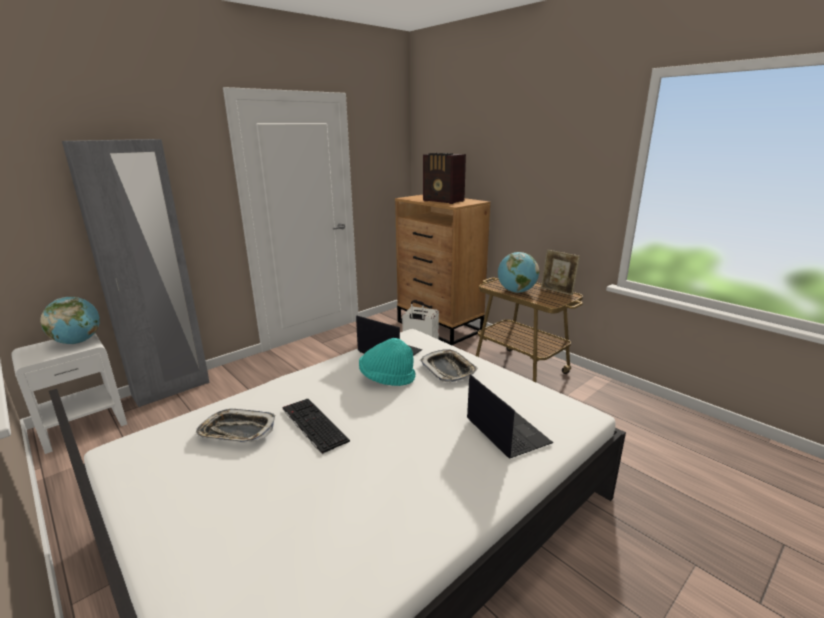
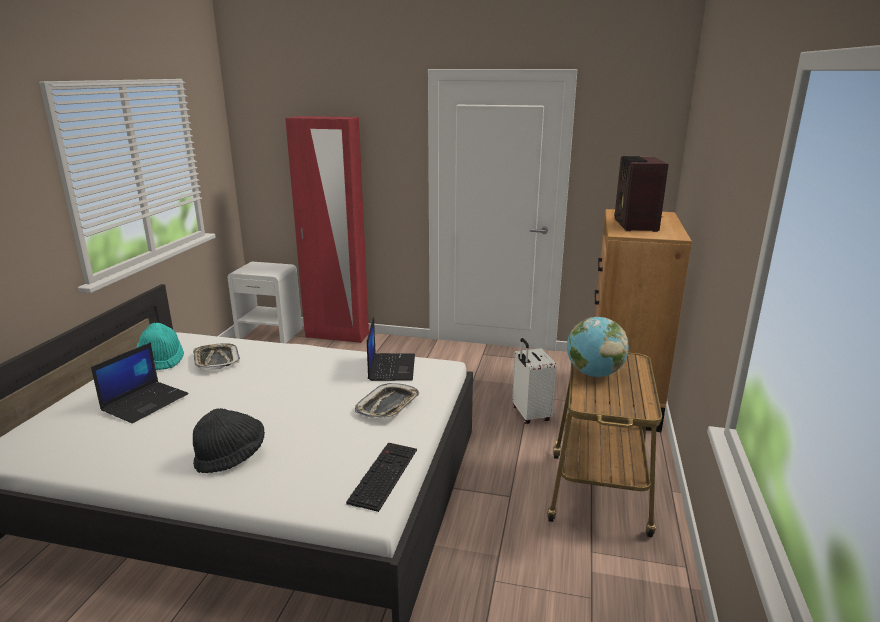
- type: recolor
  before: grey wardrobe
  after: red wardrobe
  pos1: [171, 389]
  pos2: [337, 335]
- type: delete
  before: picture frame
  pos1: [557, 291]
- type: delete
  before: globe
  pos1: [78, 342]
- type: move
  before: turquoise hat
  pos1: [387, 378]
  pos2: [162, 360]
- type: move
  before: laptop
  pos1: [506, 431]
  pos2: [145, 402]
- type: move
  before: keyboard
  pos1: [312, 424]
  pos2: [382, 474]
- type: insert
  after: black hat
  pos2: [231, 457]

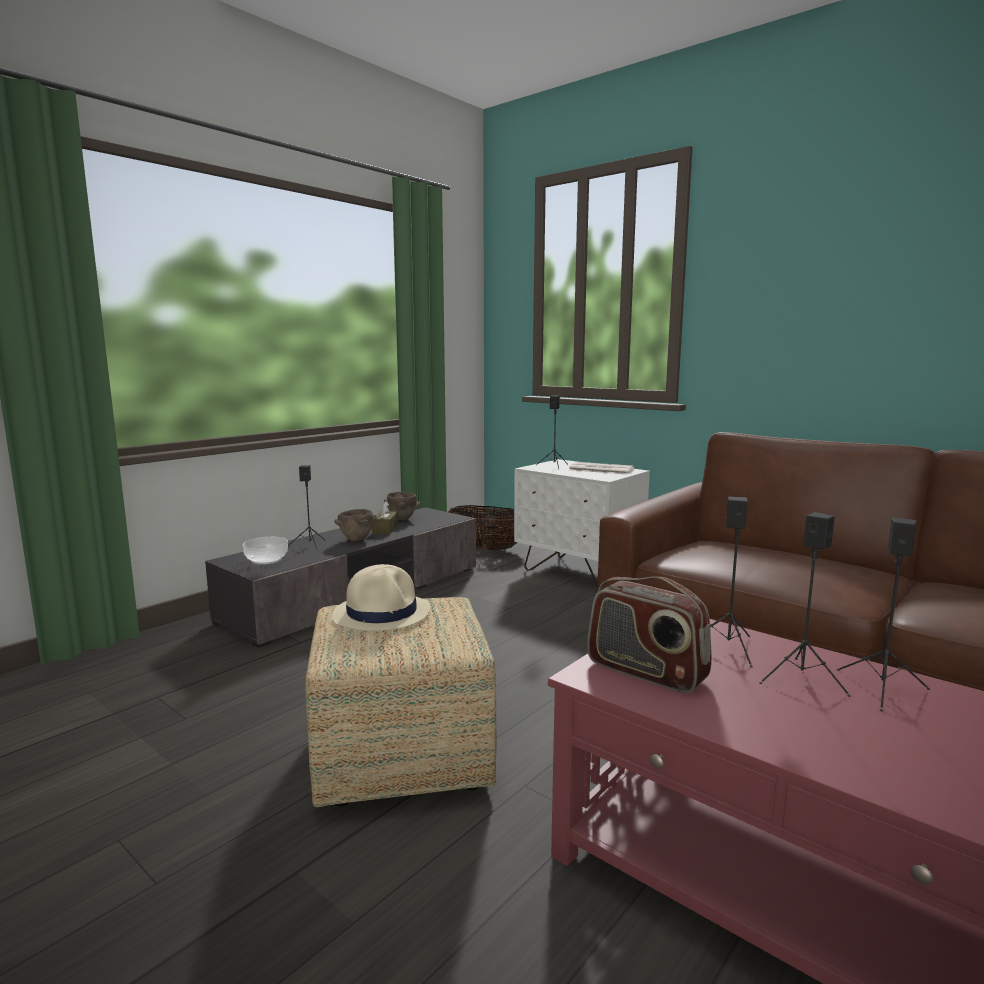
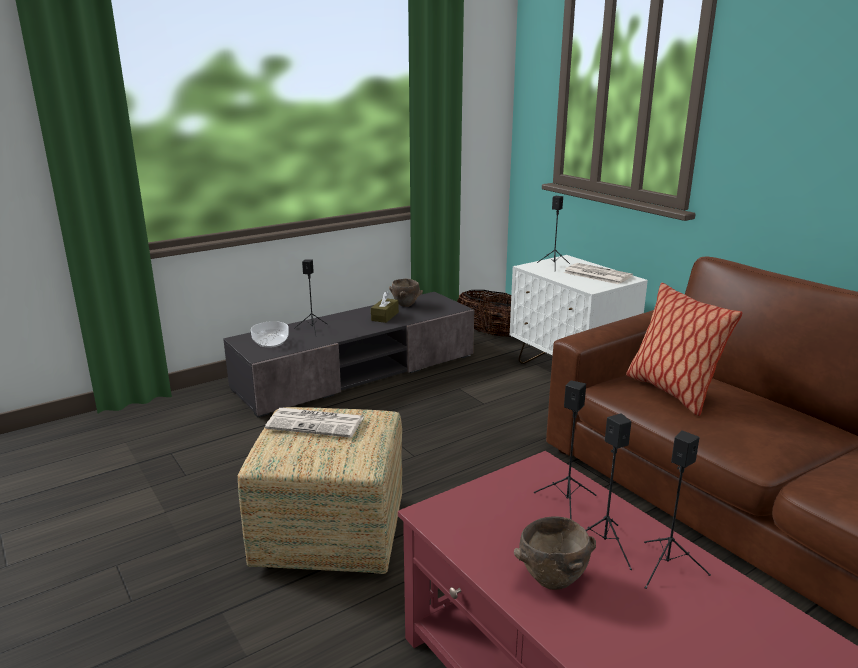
- type: move
  before: brown bowl
  pos1: [357, 540]
  pos2: [553, 580]
- type: replace
  before: beige hat
  after: newspaper
  pos1: [383, 613]
  pos2: [317, 423]
- type: delete
  before: radio
  pos1: [645, 672]
- type: insert
  after: pillow
  pos2: [671, 392]

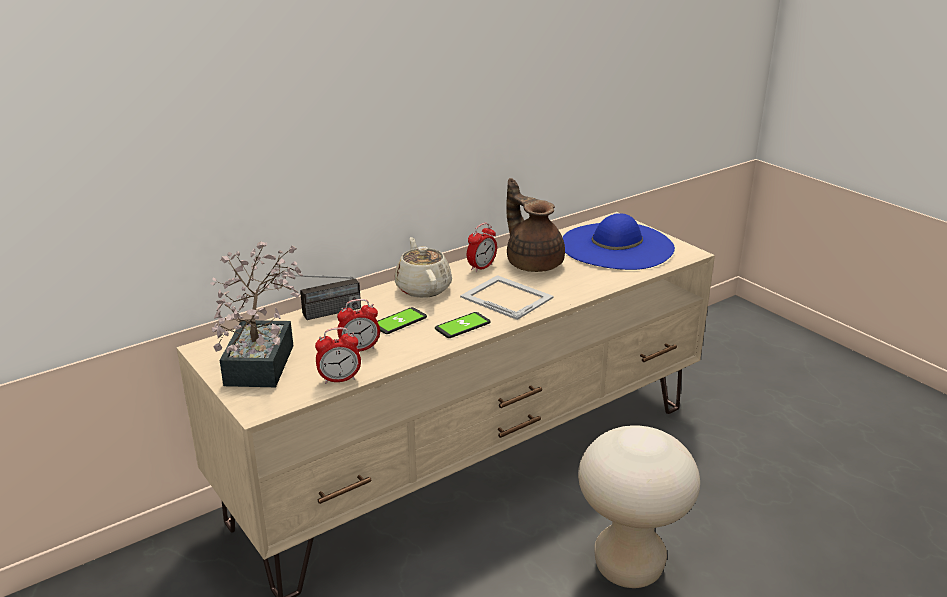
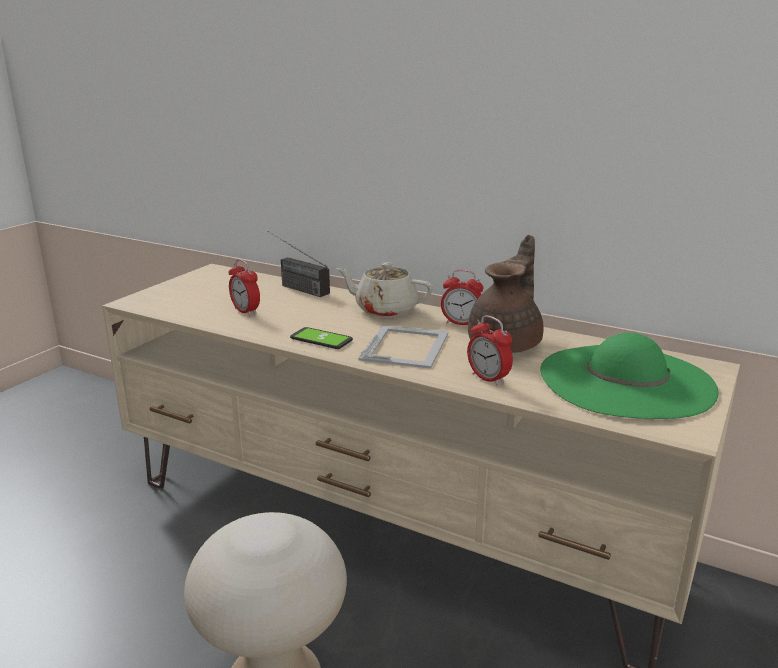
- type: recolor
  before: blue hat
  after: green hat
  pos1: [617, 246]
  pos2: [626, 380]
- type: rotate
  before: beige teapot
  pos1: [423, 288]
  pos2: [385, 310]
  turn: -120
- type: delete
  before: potted plant
  pos1: [263, 359]
- type: delete
  before: phone
  pos1: [399, 322]
- type: move
  before: alarm clock
  pos1: [339, 379]
  pos2: [488, 378]

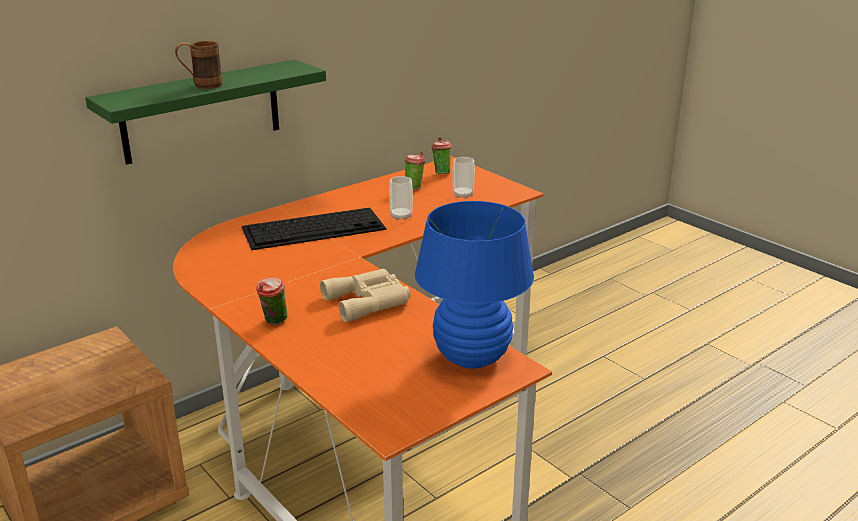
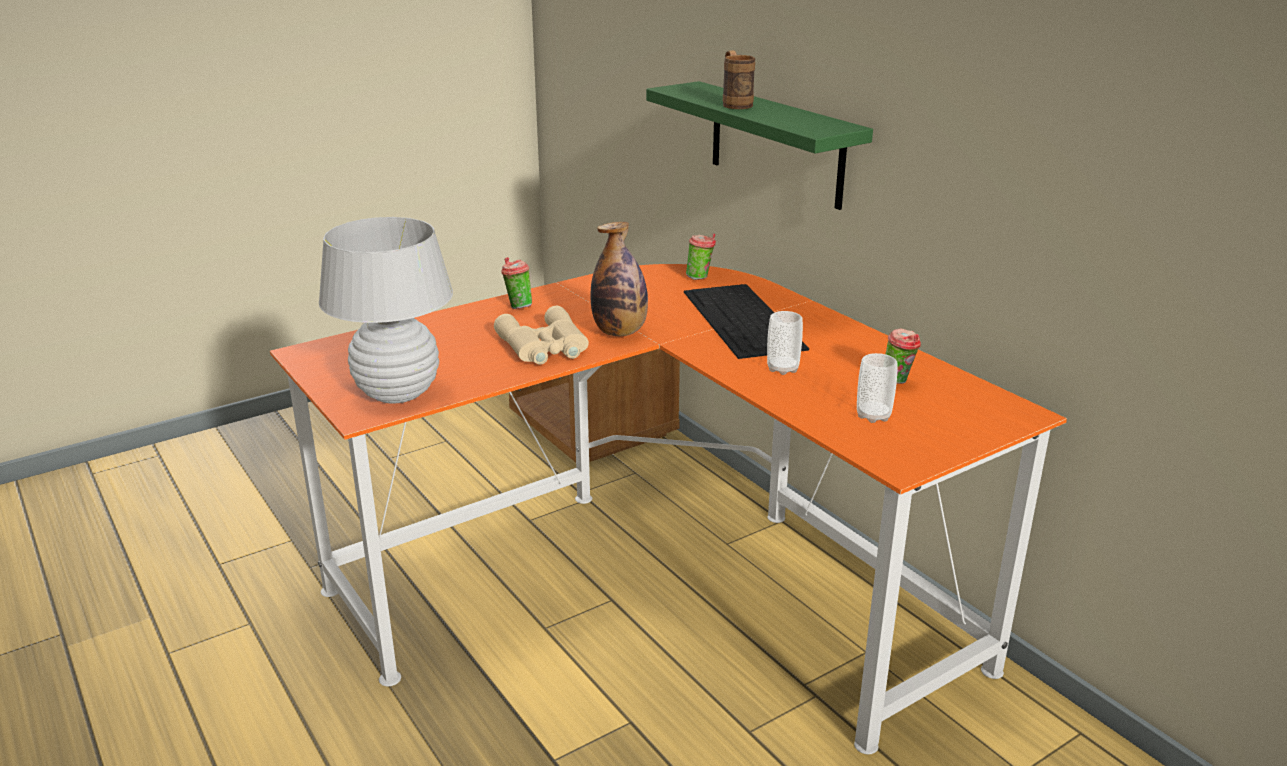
- type: move
  before: cup
  pos1: [441, 172]
  pos2: [700, 277]
- type: recolor
  before: blue table lamp
  after: white table lamp
  pos1: [472, 357]
  pos2: [397, 393]
- type: insert
  after: bottle
  pos2: [620, 332]

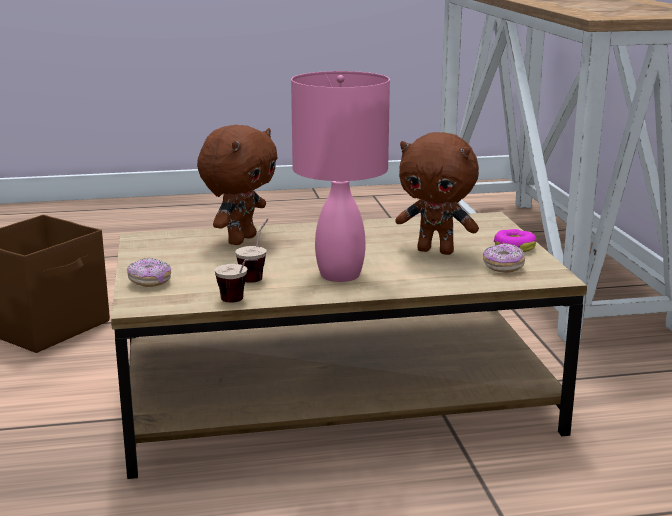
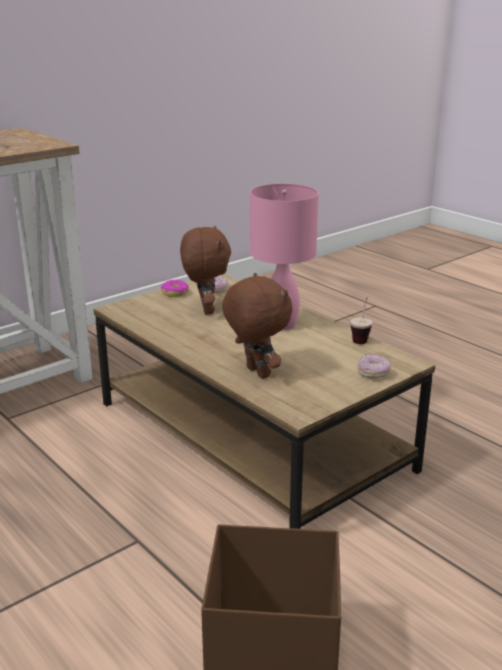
- type: rotate
  before: brown plush toy
  pos1: [240, 240]
  pos2: [256, 373]
  turn: 60
- type: delete
  before: cup
  pos1: [257, 275]

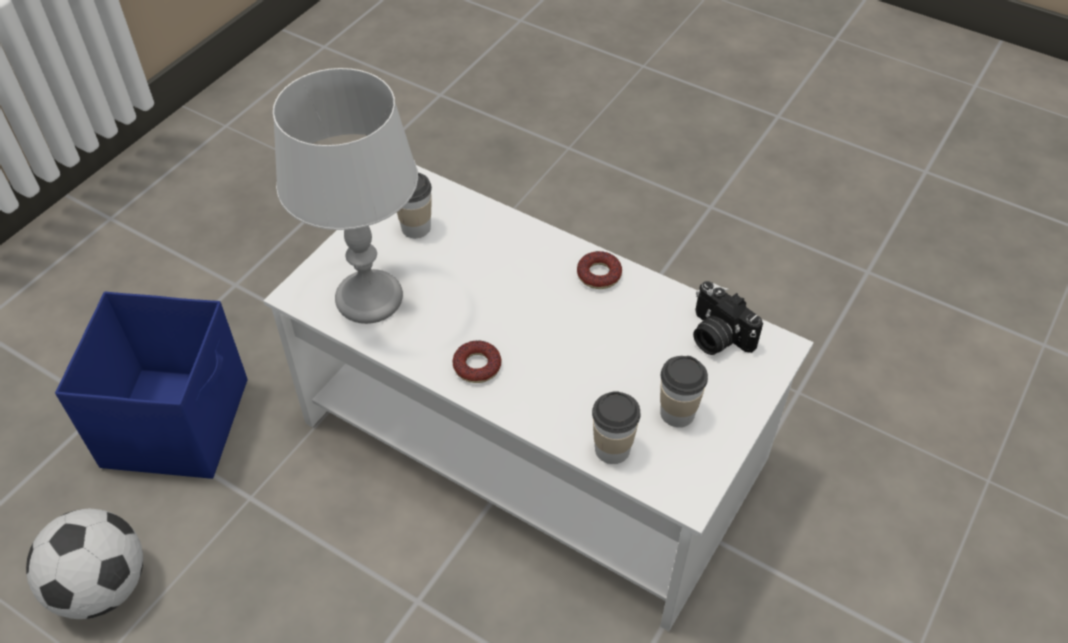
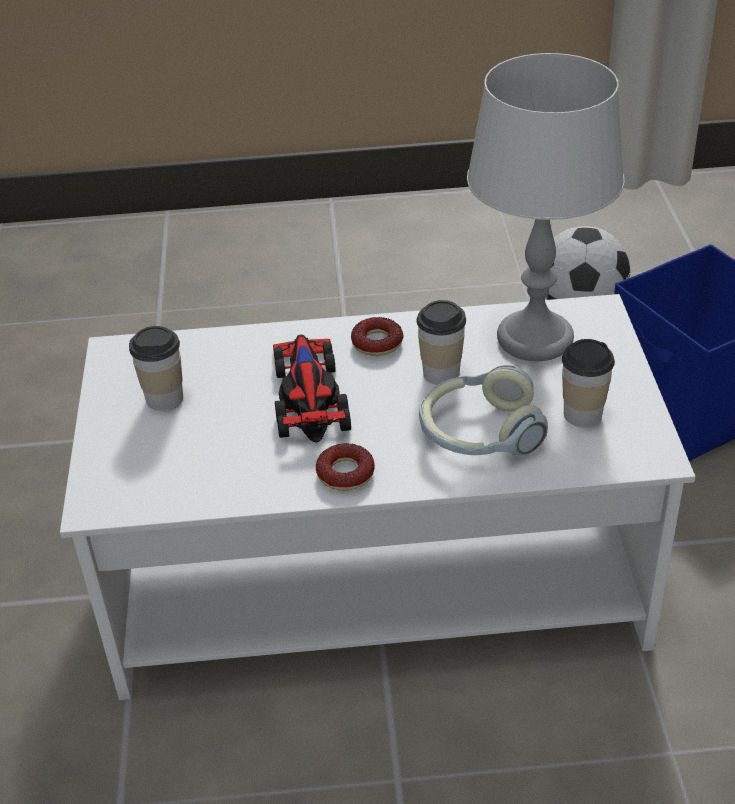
- type: delete
  before: photo camera
  pos1: [716, 336]
- type: move
  before: cup
  pos1: [612, 449]
  pos2: [441, 373]
- type: insert
  after: toy car
  pos2: [308, 392]
- type: insert
  after: headphones
  pos2: [479, 433]

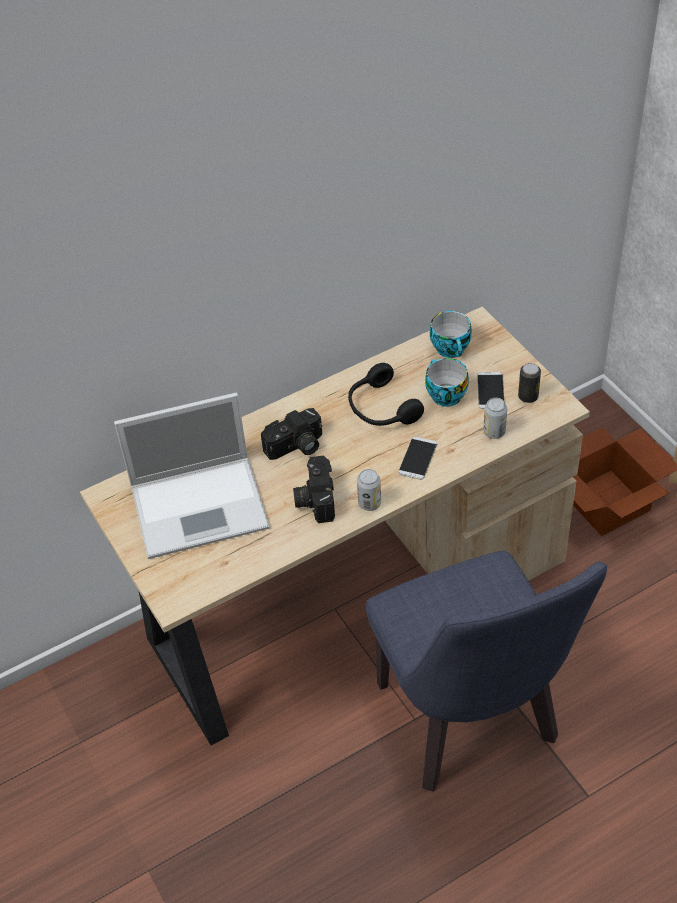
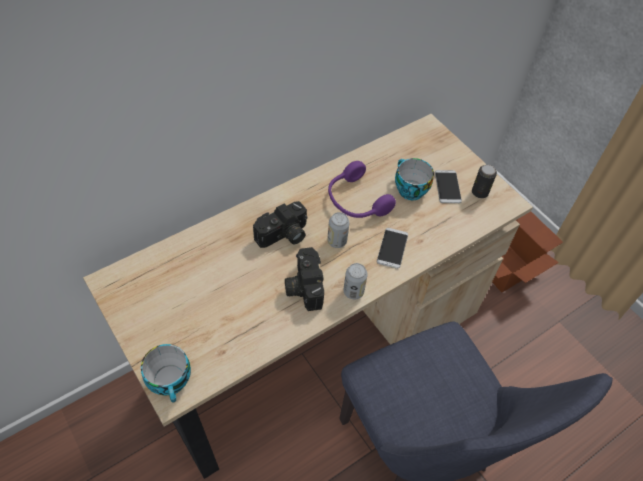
- type: move
  before: cup
  pos1: [452, 349]
  pos2: [171, 382]
- type: recolor
  before: black headphones
  after: purple headphones
  pos1: [381, 408]
  pos2: [355, 201]
- type: delete
  before: laptop
  pos1: [202, 505]
- type: move
  before: can
  pos1: [494, 432]
  pos2: [337, 241]

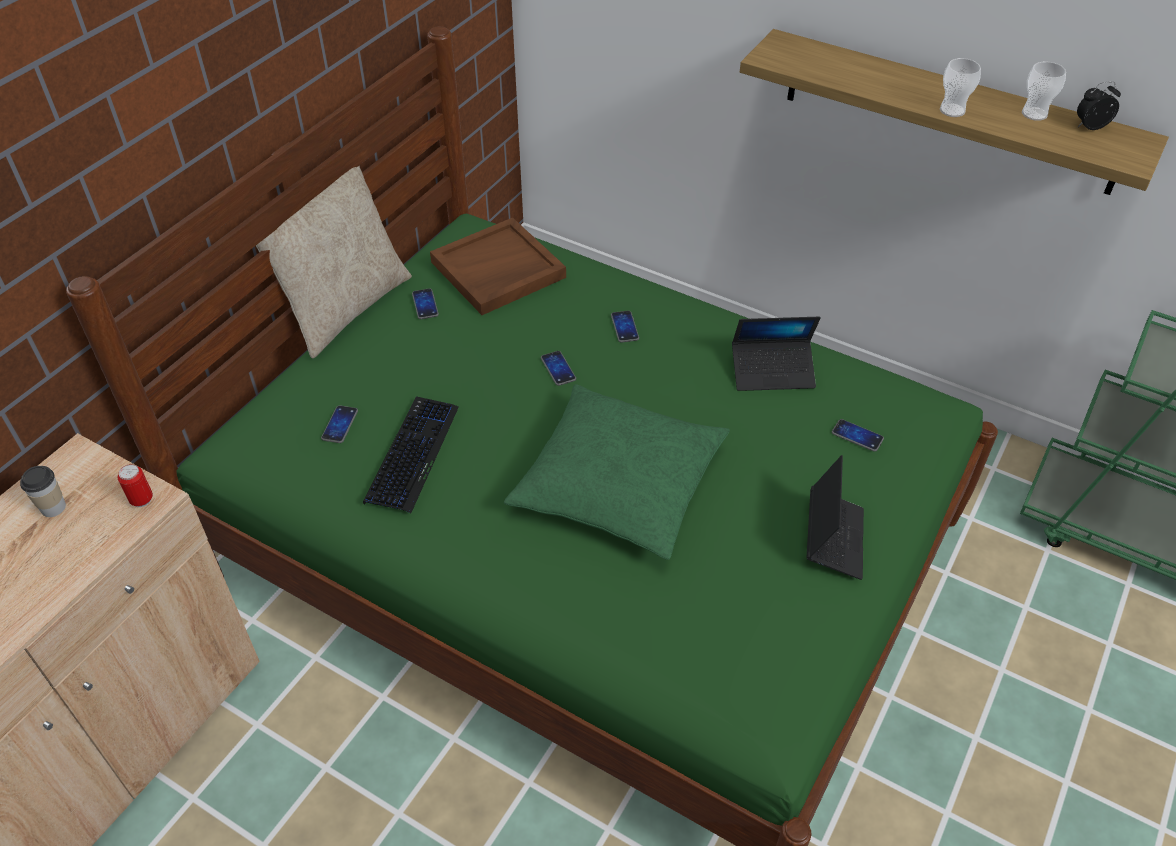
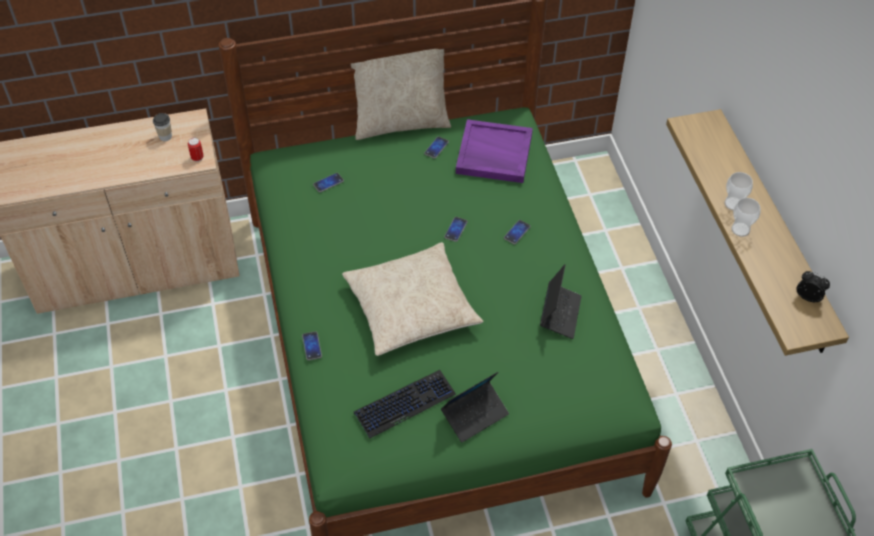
- type: move
  before: cup
  pos1: [1034, 114]
  pos2: [733, 204]
- type: recolor
  before: brown tray
  after: purple tray
  pos1: [497, 270]
  pos2: [493, 154]
- type: rotate
  before: laptop
  pos1: [772, 372]
  pos2: [560, 314]
  turn: -120
- type: recolor
  before: green pillow
  after: beige pillow
  pos1: [618, 484]
  pos2: [411, 307]
- type: move
  before: keyboard
  pos1: [412, 454]
  pos2: [405, 404]
- type: move
  before: phone
  pos1: [857, 436]
  pos2: [312, 346]

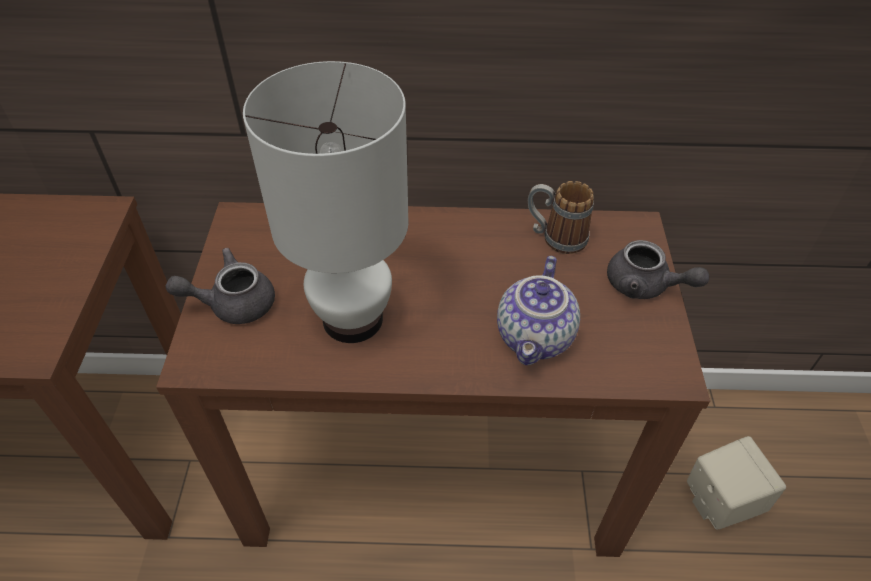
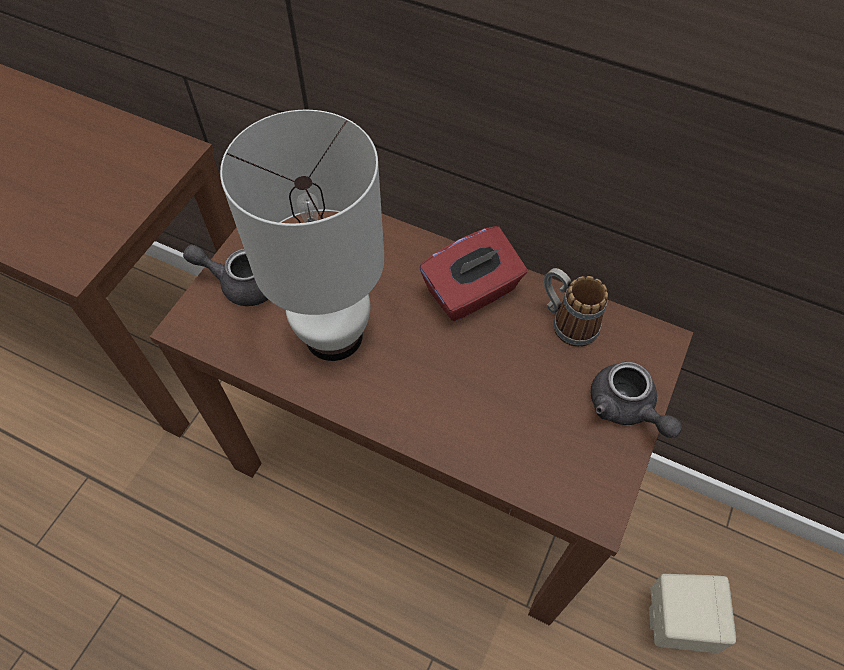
- type: delete
  before: teapot
  pos1: [536, 338]
- type: insert
  after: red tissue box
  pos2: [472, 292]

